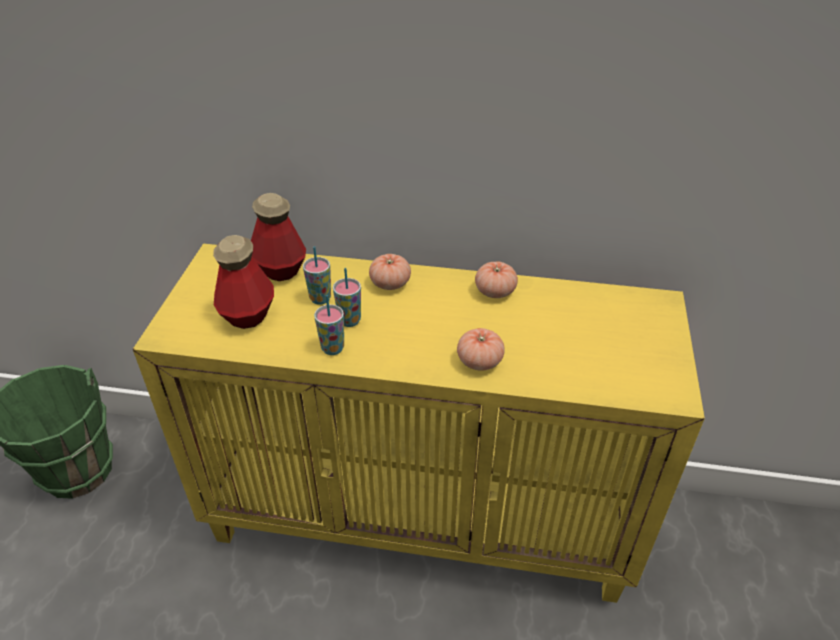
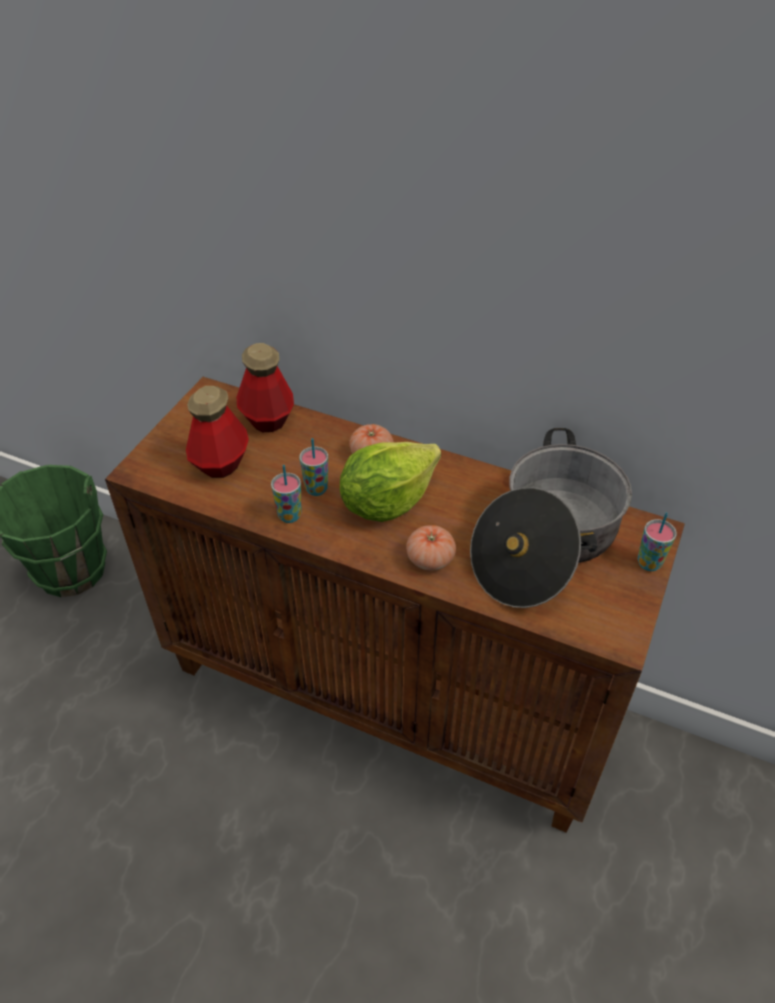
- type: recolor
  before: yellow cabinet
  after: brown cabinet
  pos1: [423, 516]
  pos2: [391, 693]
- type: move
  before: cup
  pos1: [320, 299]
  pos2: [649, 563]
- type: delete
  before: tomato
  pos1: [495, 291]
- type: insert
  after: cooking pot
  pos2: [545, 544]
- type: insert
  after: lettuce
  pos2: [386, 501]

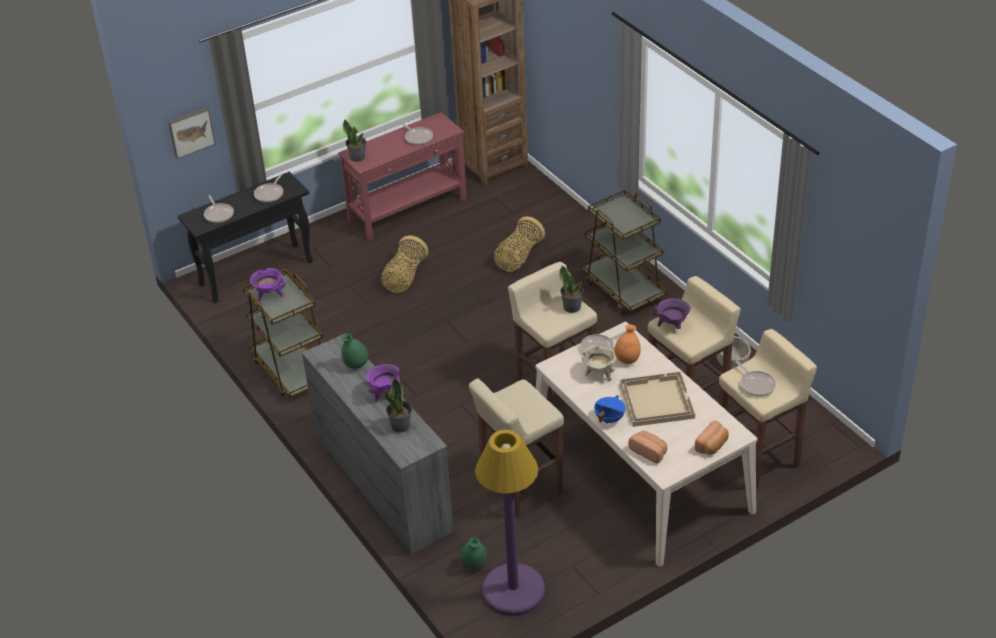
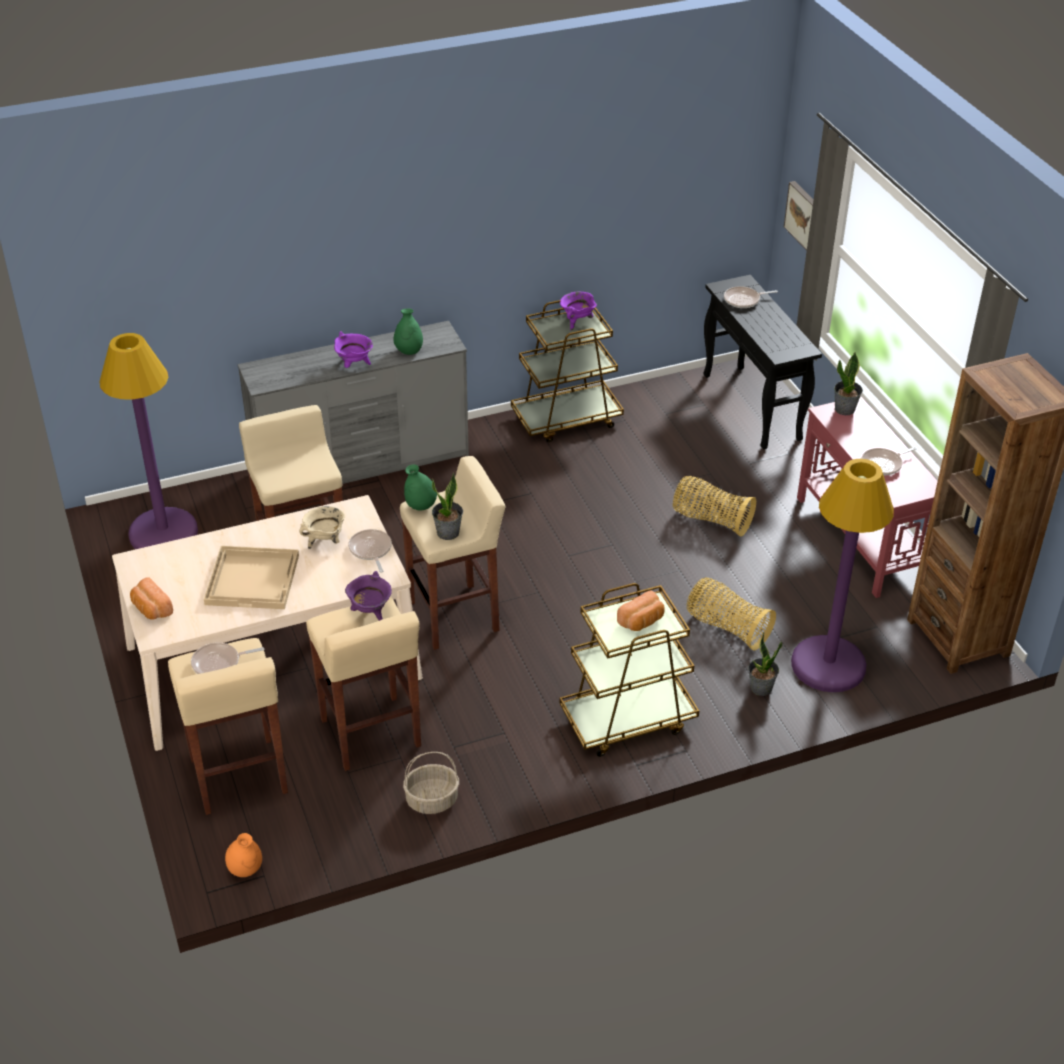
- type: delete
  before: frying pan
  pos1: [270, 194]
- type: move
  before: orange vase
  pos1: [627, 359]
  pos2: [245, 870]
- type: move
  before: potted plant
  pos1: [401, 426]
  pos2: [761, 688]
- type: delete
  before: blue cooking pot
  pos1: [609, 418]
- type: move
  before: bread
  pos1: [649, 452]
  pos2: [642, 621]
- type: move
  before: green vase
  pos1: [474, 565]
  pos2: [421, 506]
- type: insert
  after: purple floor lamp
  pos2: [828, 665]

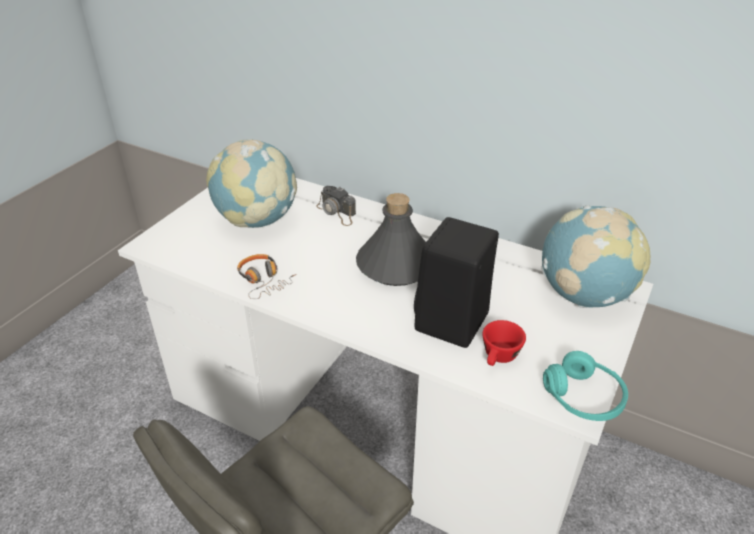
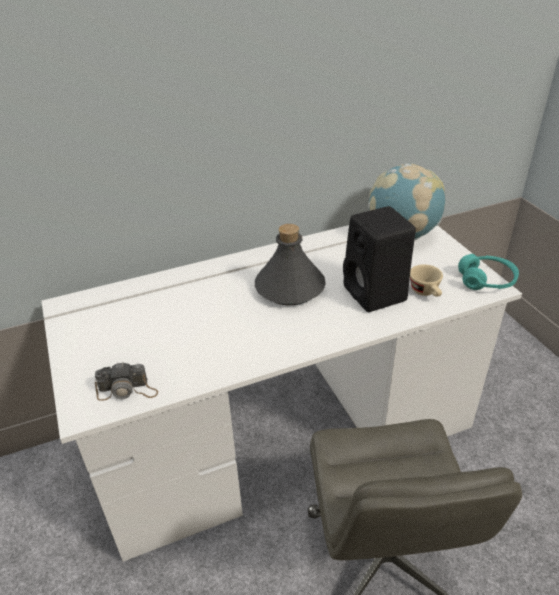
- type: delete
  before: globe
  pos1: [257, 220]
- type: move
  before: photo camera
  pos1: [337, 212]
  pos2: [127, 390]
- type: delete
  before: headphones
  pos1: [264, 281]
- type: recolor
  before: red cup
  after: beige cup
  pos1: [499, 358]
  pos2: [426, 292]

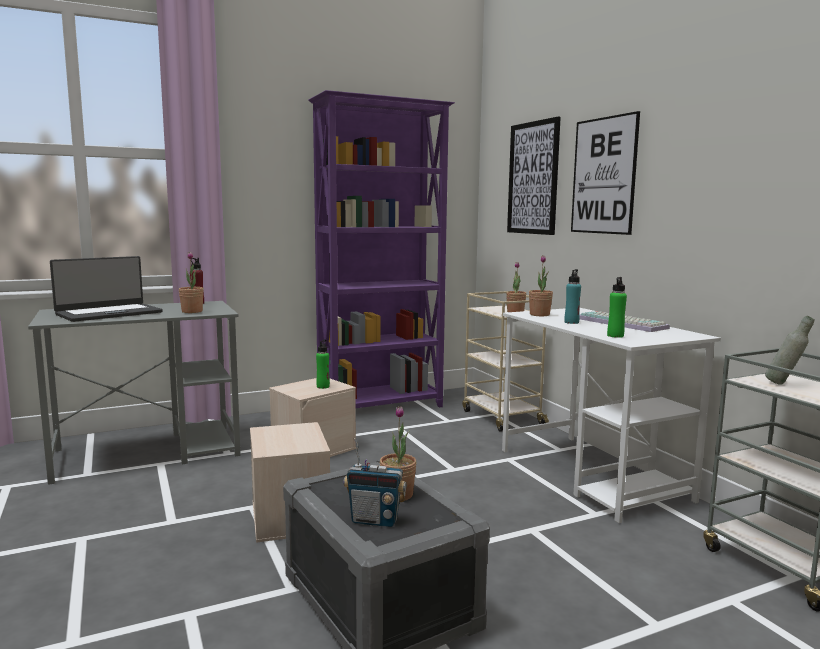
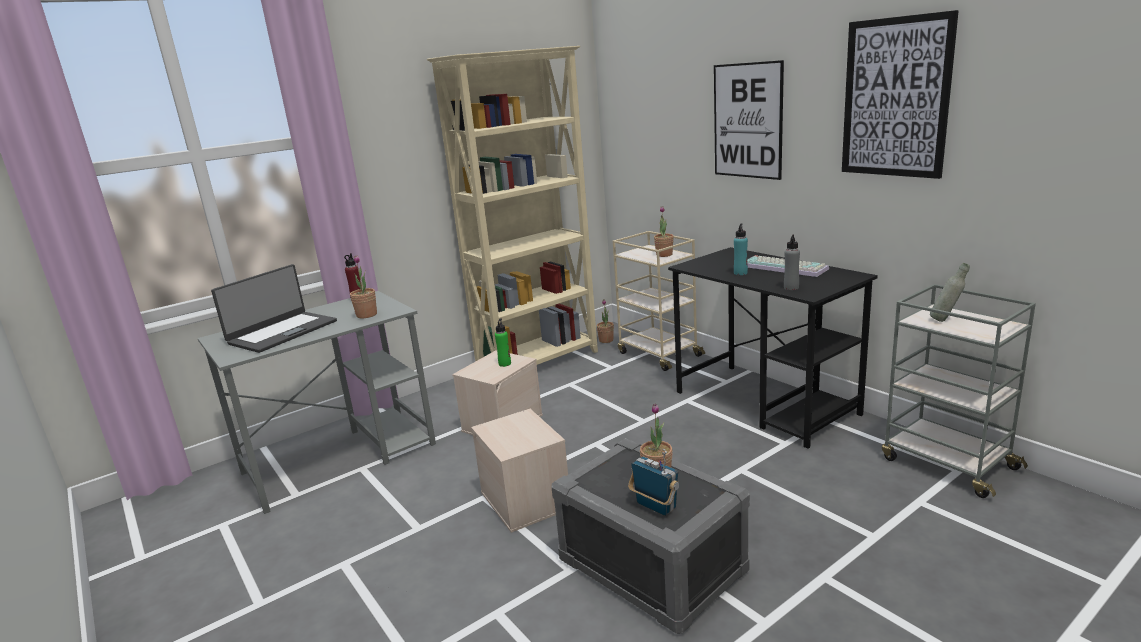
- type: recolor
  before: purple bookcase
  after: beige bookcase
  pos1: [382, 407]
  pos2: [540, 362]
- type: move
  before: picture
  pos1: [533, 178]
  pos2: [895, 98]
- type: move
  before: potted plant
  pos1: [539, 315]
  pos2: [606, 340]
- type: recolor
  before: green bottle
  after: grey bottle
  pos1: [615, 336]
  pos2: [791, 288]
- type: recolor
  before: white desk
  after: black desk
  pos1: [592, 475]
  pos2: [766, 403]
- type: rotate
  before: radio
  pos1: [375, 520]
  pos2: [655, 506]
  turn: -135

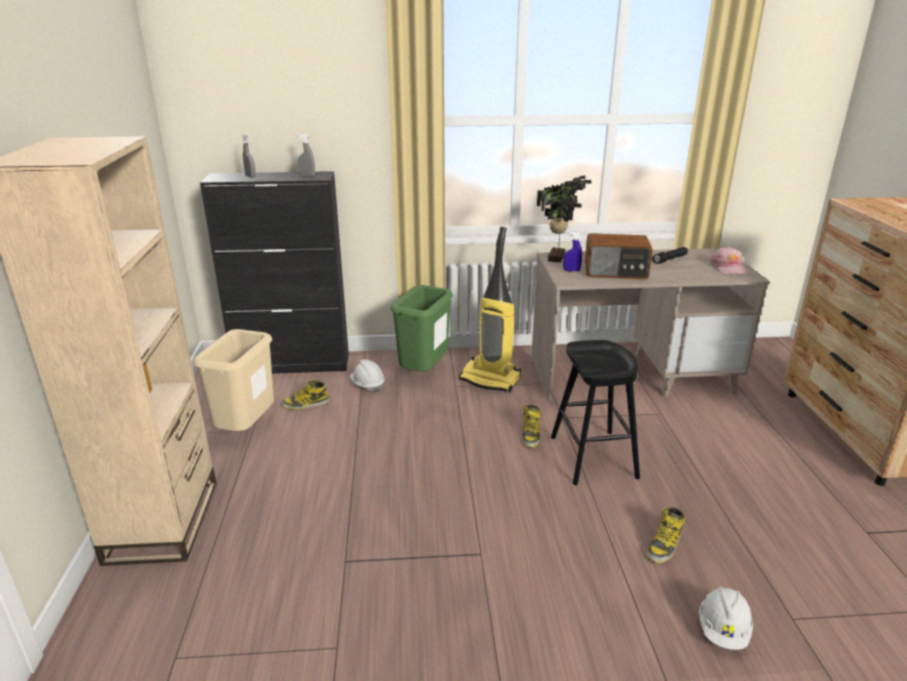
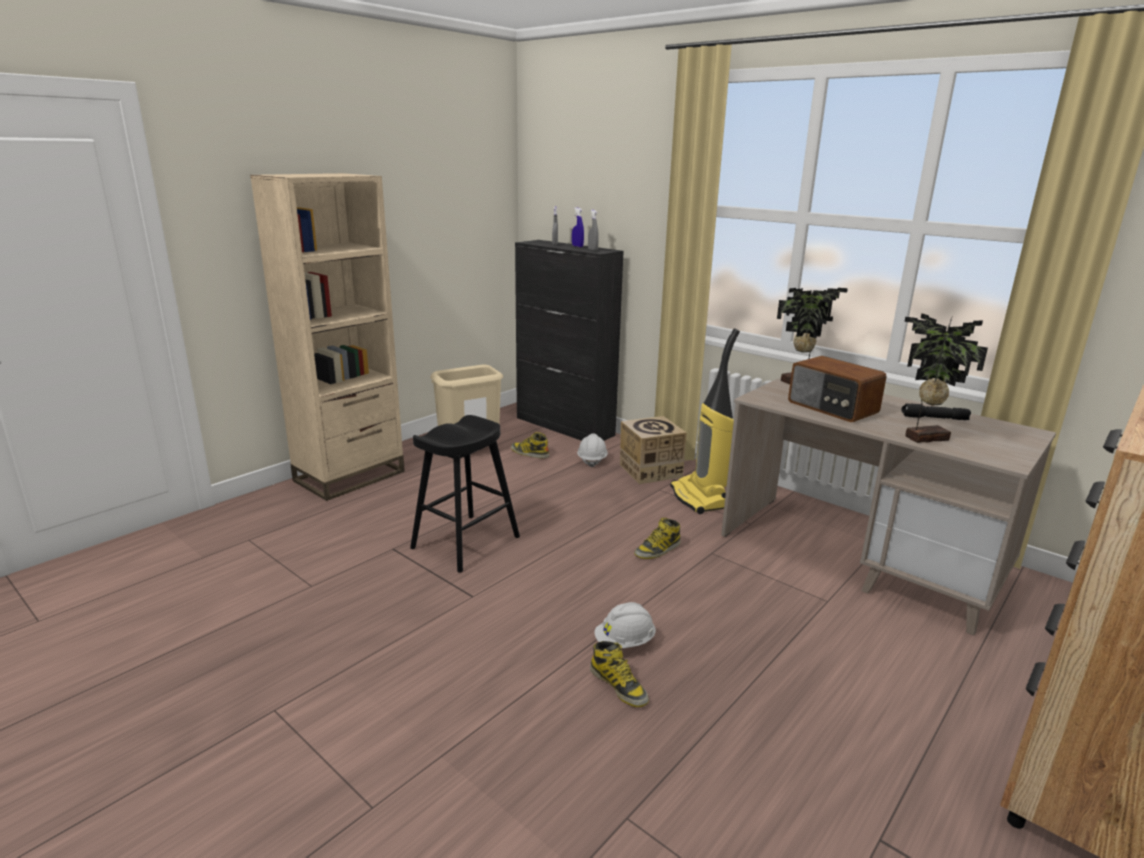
- type: move
  before: blue spray bottle
  pos1: [571, 270]
  pos2: [577, 246]
- type: delete
  before: pink cap
  pos1: [728, 268]
- type: replace
  before: green trash can
  after: cardboard box
  pos1: [424, 373]
  pos2: [650, 470]
- type: move
  before: black stool
  pos1: [593, 457]
  pos2: [466, 542]
- type: rotate
  before: boot
  pos1: [664, 545]
  pos2: [619, 685]
  turn: -120
- type: move
  before: white hard hat
  pos1: [723, 630]
  pos2: [625, 642]
- type: insert
  after: potted plant
  pos2: [924, 437]

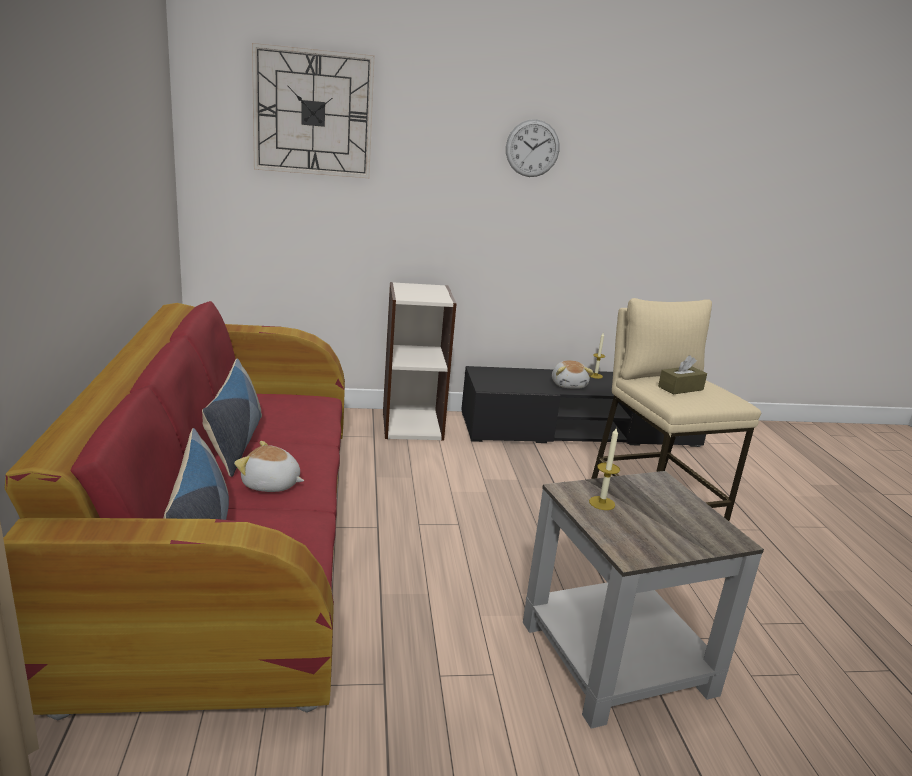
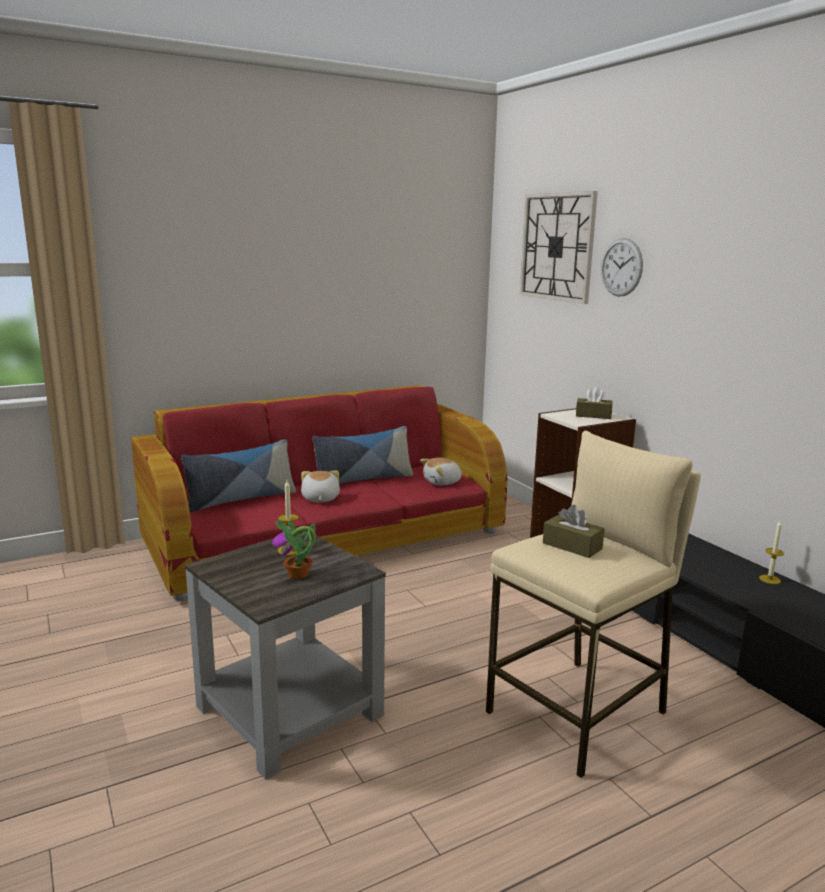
- type: move
  before: wall clock
  pos1: [532, 148]
  pos2: [621, 267]
- type: move
  before: plush toy
  pos1: [569, 385]
  pos2: [442, 482]
- type: insert
  after: brown tissue box
  pos2: [593, 415]
- type: insert
  after: potted plant
  pos2: [298, 574]

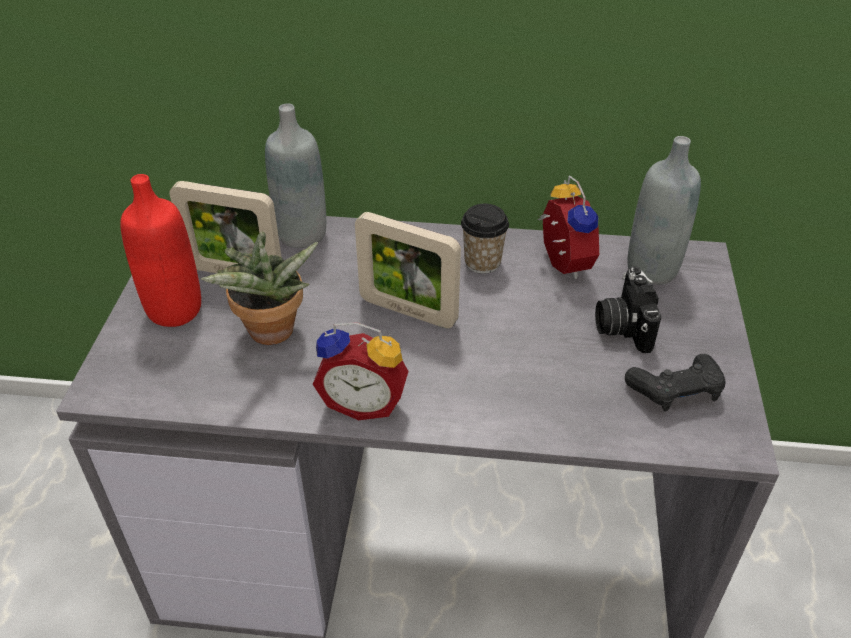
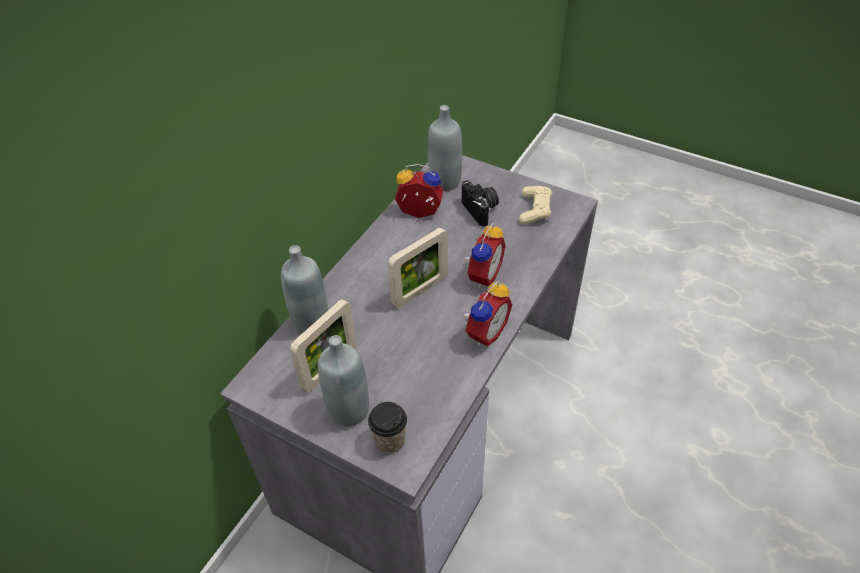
- type: recolor
  before: red bottle
  after: grey bottle
  pos1: [175, 310]
  pos2: [349, 410]
- type: move
  before: cup
  pos1: [482, 262]
  pos2: [390, 440]
- type: delete
  before: potted plant
  pos1: [271, 335]
- type: rotate
  before: photo camera
  pos1: [622, 326]
  pos2: [481, 210]
  turn: -135
- type: recolor
  before: black game controller
  after: beige game controller
  pos1: [675, 391]
  pos2: [535, 210]
- type: insert
  after: alarm clock
  pos2: [482, 275]

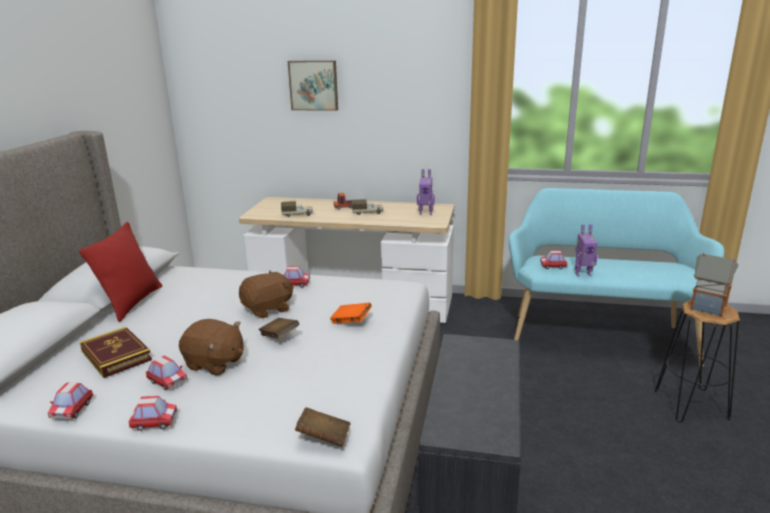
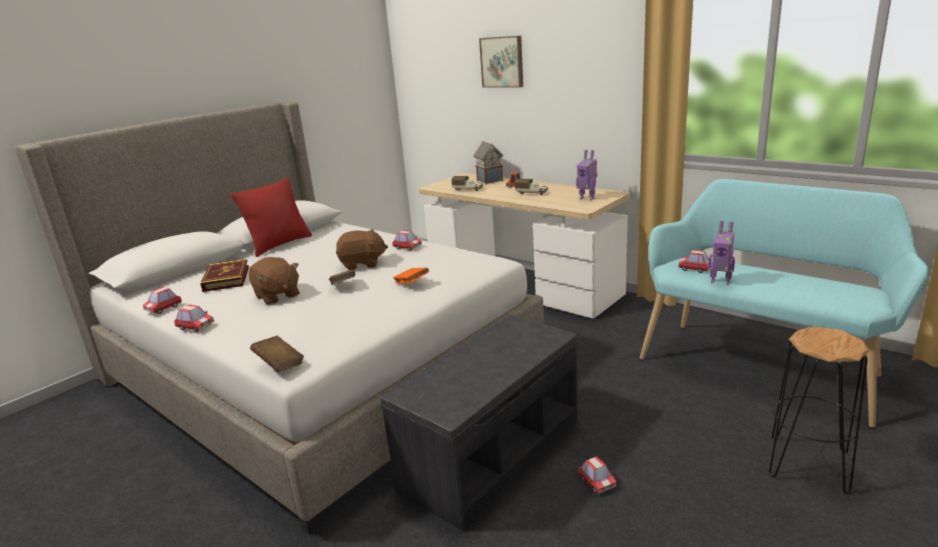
- type: move
  before: toy house
  pos1: [706, 307]
  pos2: [489, 180]
- type: move
  before: toy car
  pos1: [167, 381]
  pos2: [596, 482]

